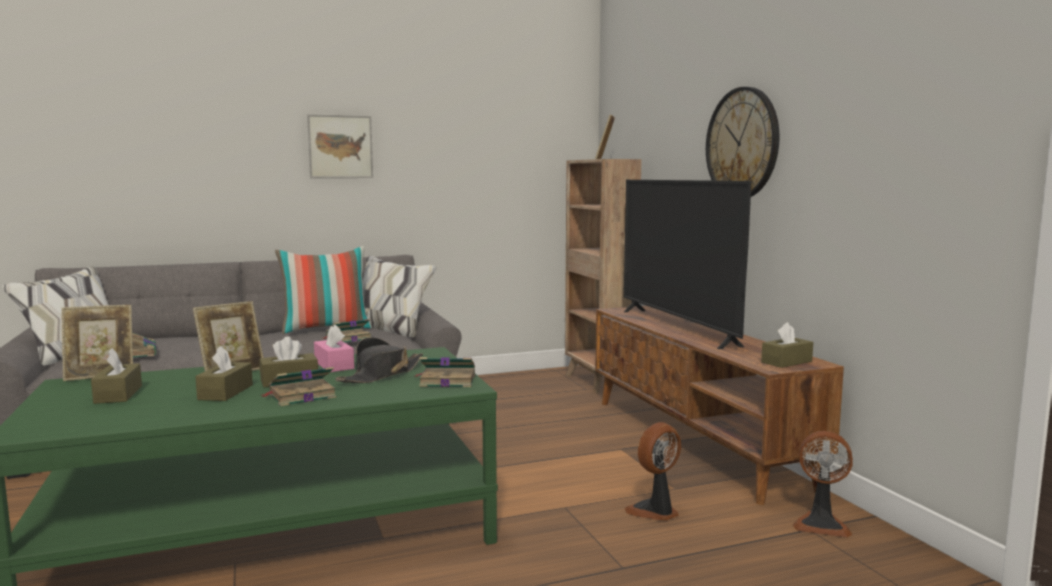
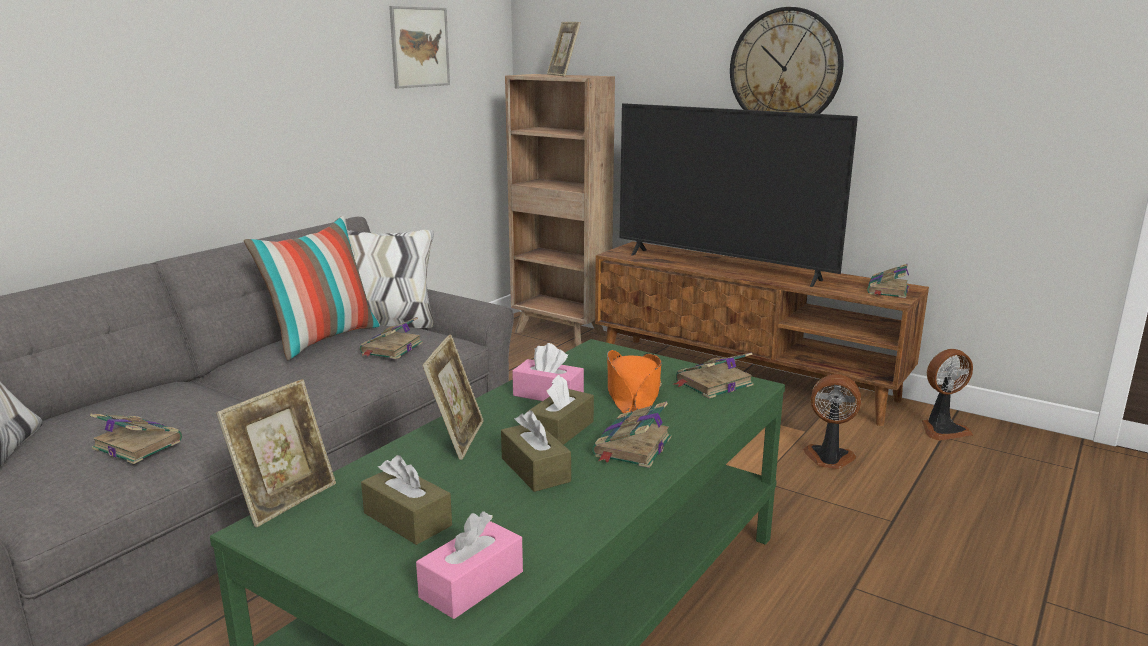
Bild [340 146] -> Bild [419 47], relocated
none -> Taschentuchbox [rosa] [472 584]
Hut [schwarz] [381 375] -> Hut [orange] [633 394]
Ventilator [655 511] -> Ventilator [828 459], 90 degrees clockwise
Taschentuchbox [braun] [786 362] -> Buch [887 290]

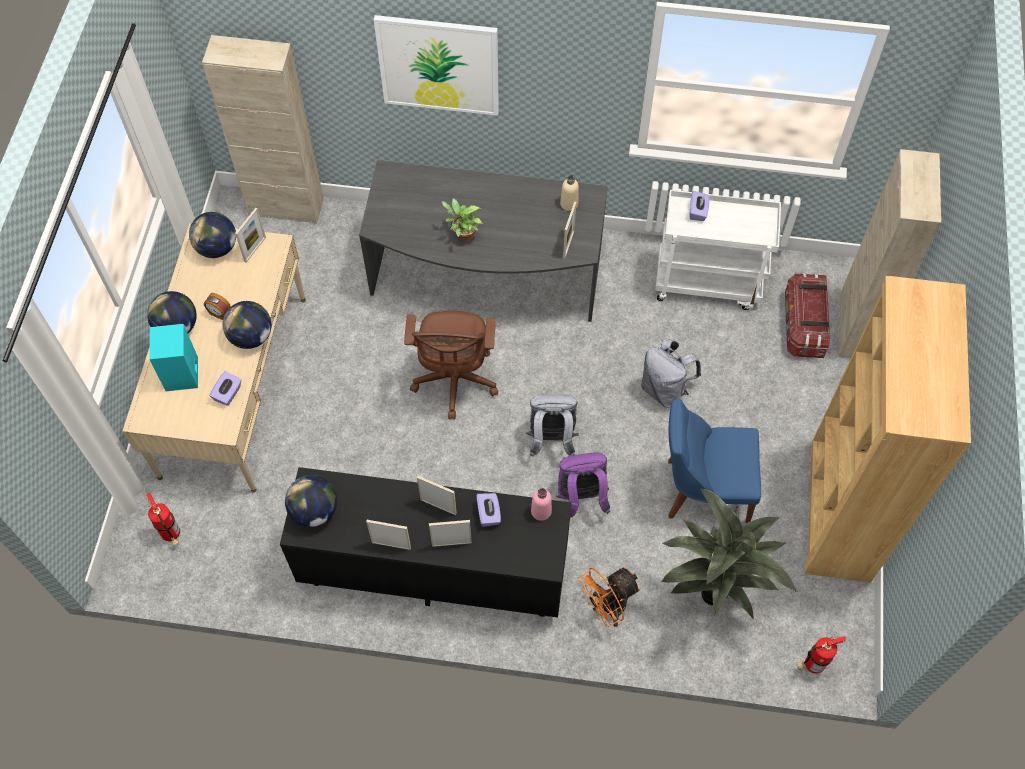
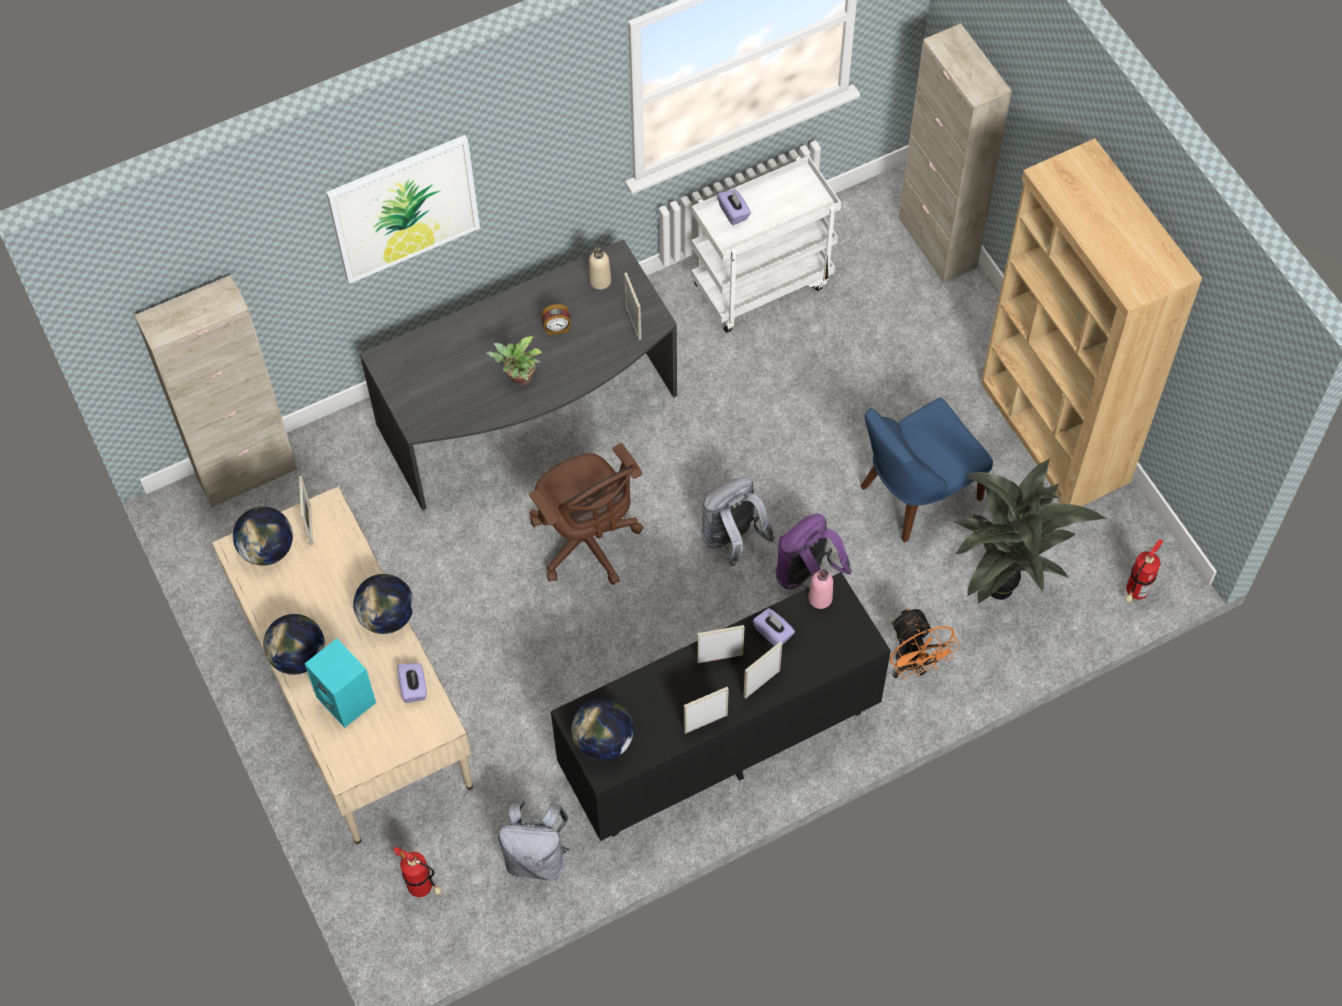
Rucksack [grau] [665 389] -> Rucksack [grau] [536 857], relocated
Wecker [220 313] -> Wecker [557 328], relocated
Ventilator [orange] [607 608] -> Ventilator [orange] [913 665], 45 degrees counterclockwise
Aufbewahrungsbox [803 325] -> none

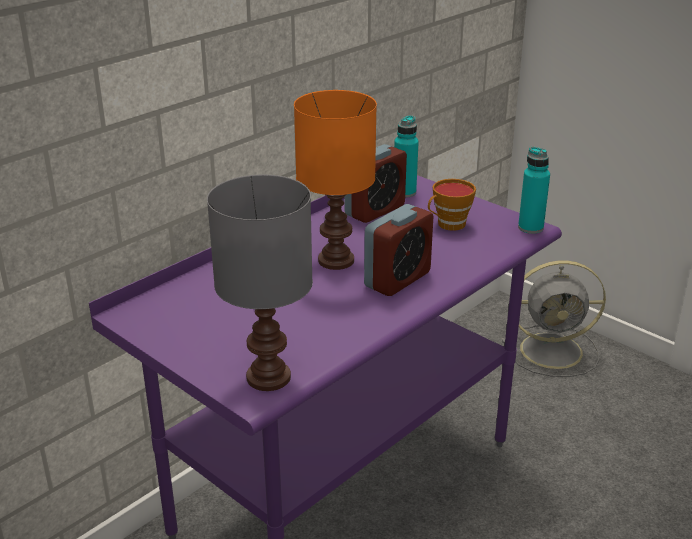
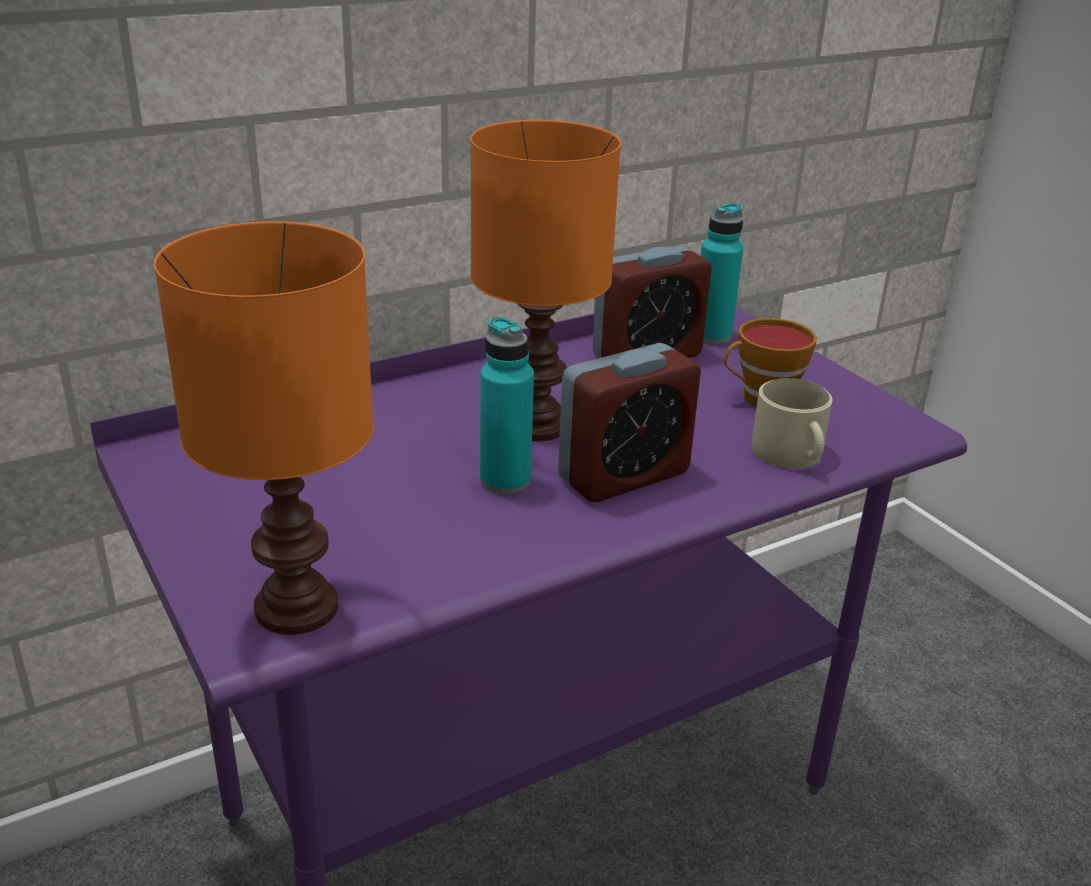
Tischlampe [grau] [270 377] -> Tischlampe [orange] [299 609]
Flasche [türkis] [530 228] -> Flasche [türkis] [505 480], relocated
none -> Henkelbecher [beige] [791 455]
Ventilator [grau] [554 351] -> none

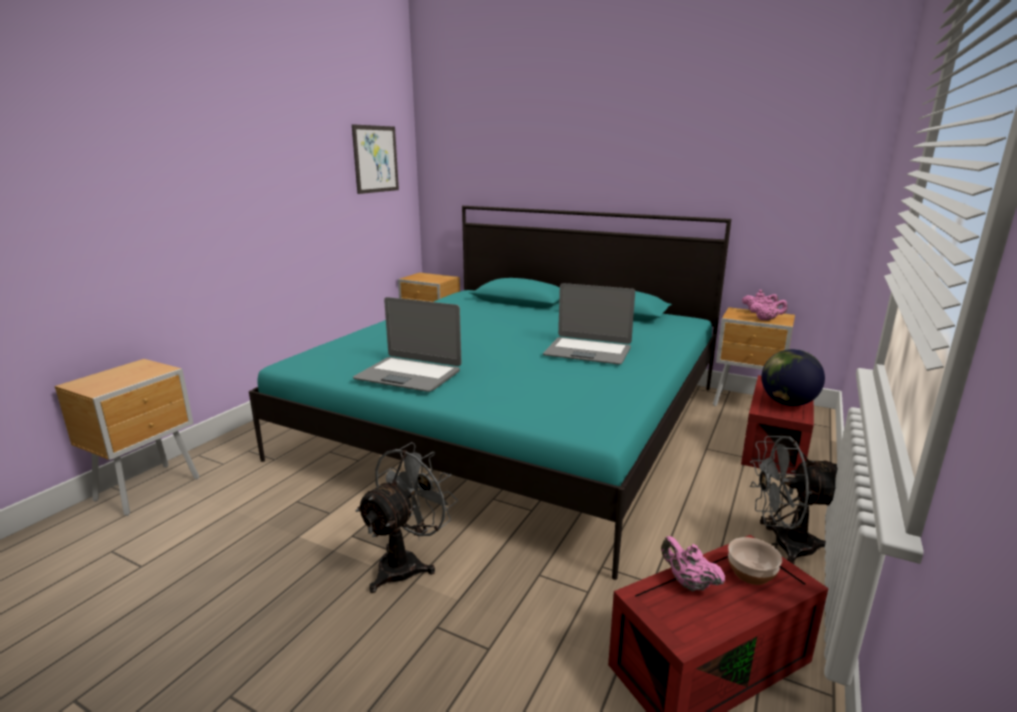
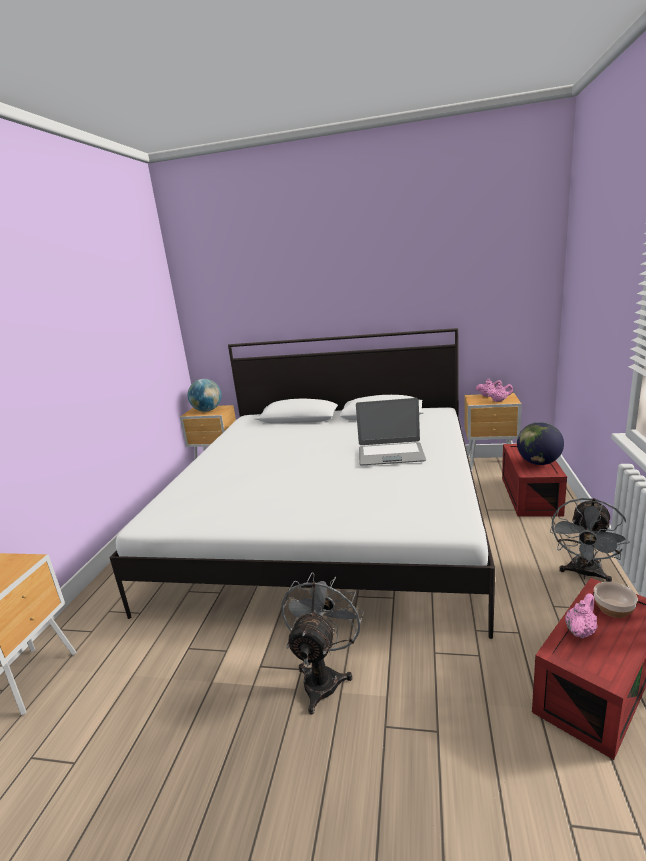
Bett [türkis] [514 420] -> Bett [weiß] [330 521]
none -> Globus [207 410]
Ventilator [grau] [783 545] -> Ventilator [grau] [585 574], 45 degrees counterclockwise
Teekanne [rosa] [688 583] -> Teekanne [rosa] [580 631], 105 degrees clockwise
Bild [376 159] -> none
Laptop [409 375] -> none

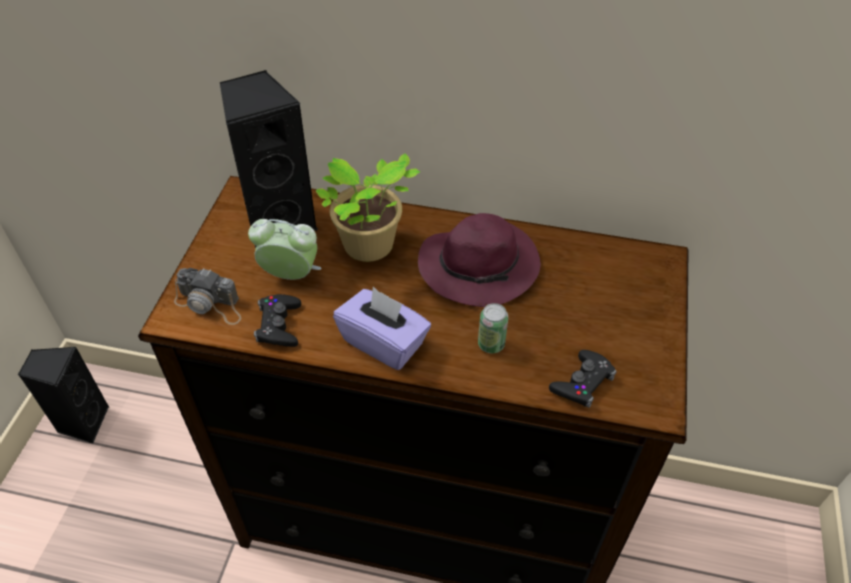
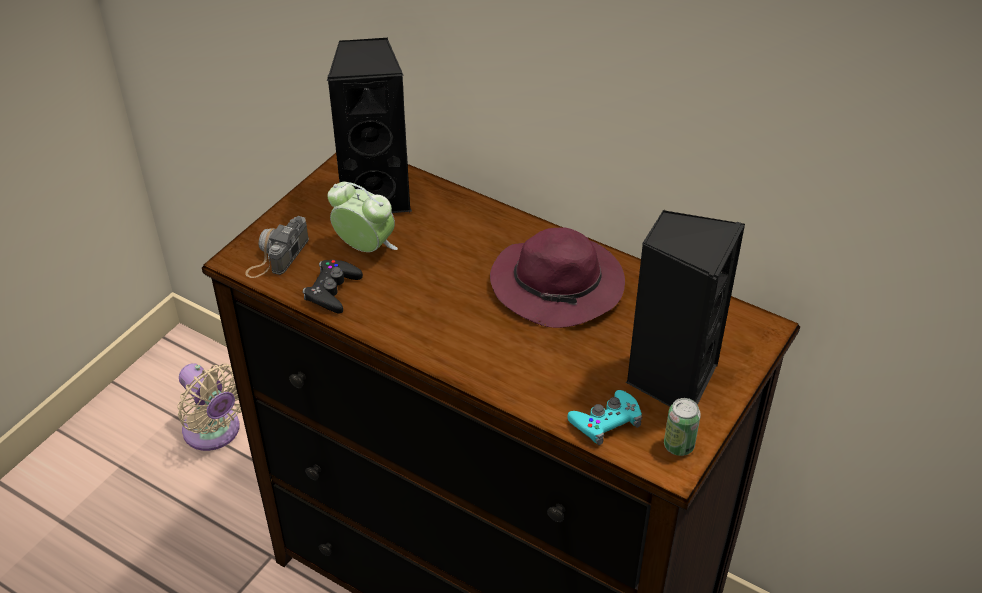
none -> Ventilator [beige] [214 432]
Kamera [210 304] -> Kamera [278 255], 75 degrees clockwise
Gamepad [schwarz] [582 382] -> Gamepad [türkis] [606 421]
Lautsprecher [schwarz] [83 422] -> Lautsprecher [schwarz] [671 378], relocated
Dose [491 344] -> Dose [678 445], relocated
Topfpflanze [369 247] -> none
Taschentuchbox [lila] [384 342] -> none

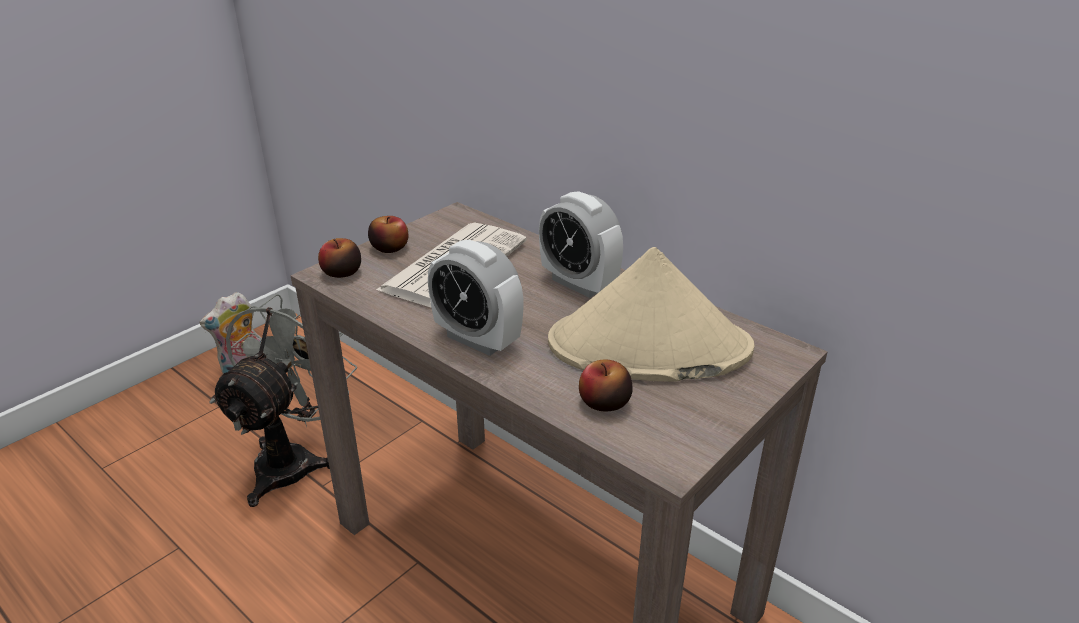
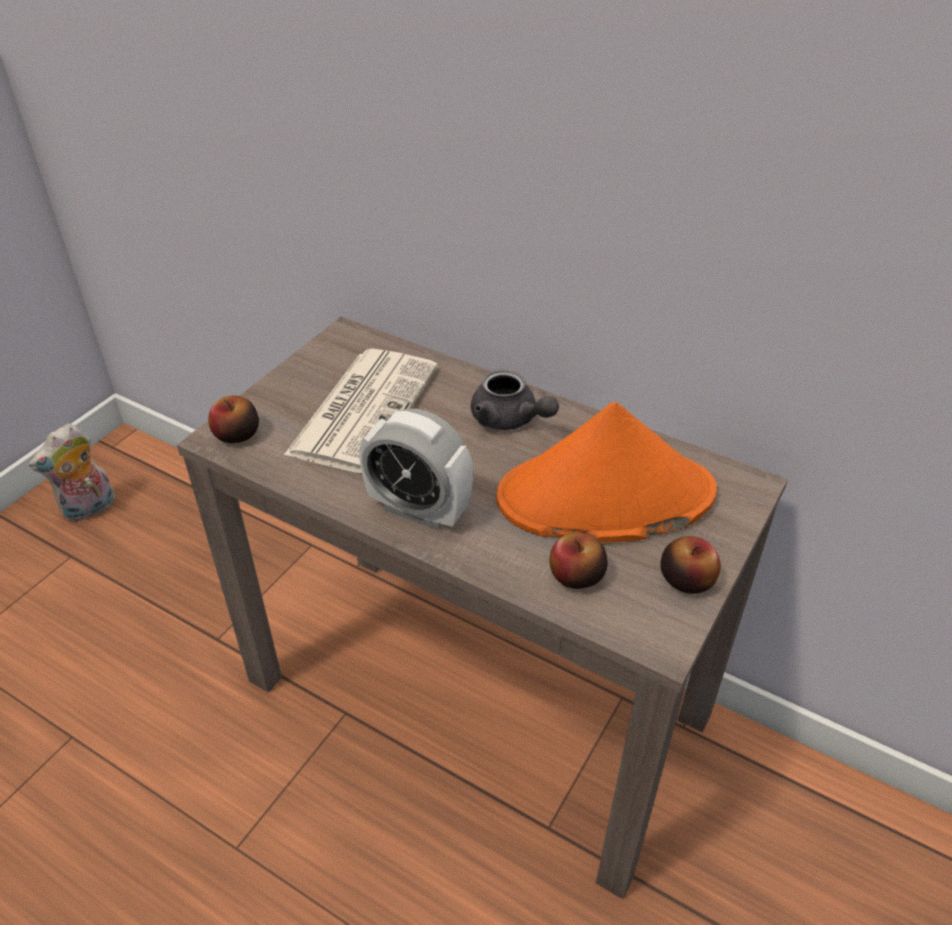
Wecker [578 284] -> Teekanne [grau] [509 420]
Hut [beige] [648 347] -> Hut [orange] [604 497]
Apfel [389 248] -> Apfel [686 579], relocated
Ventilator [grau] [294 460] -> none

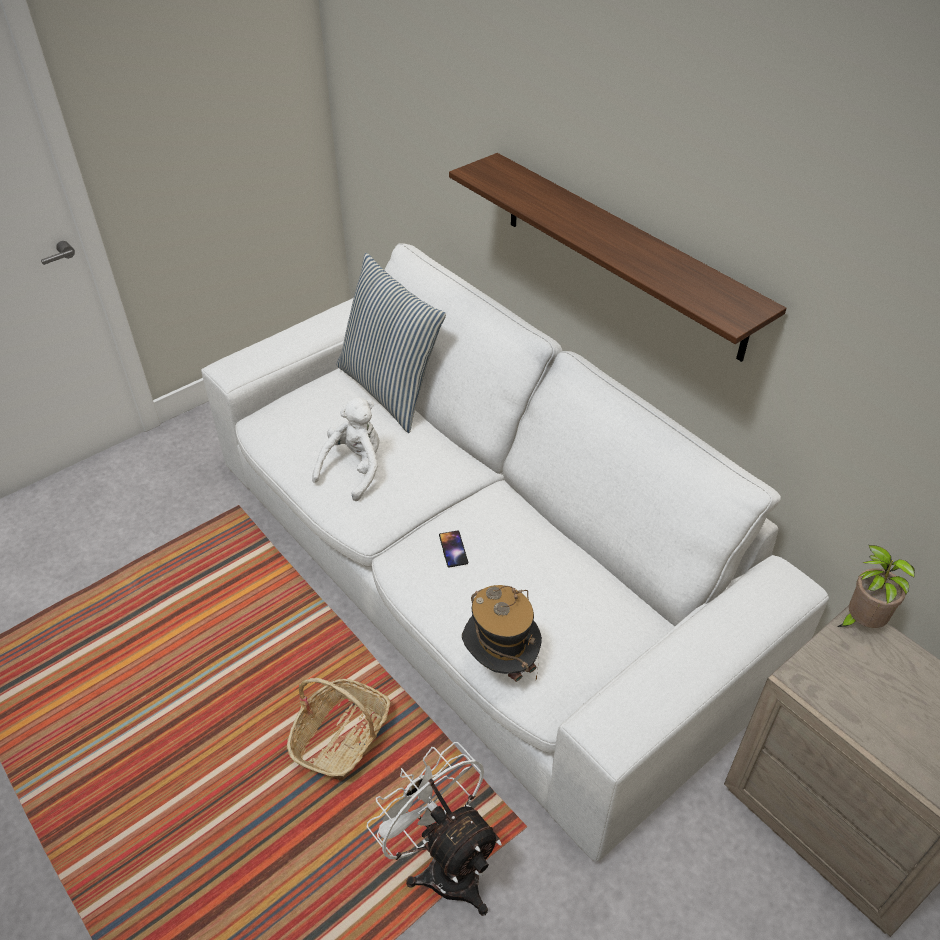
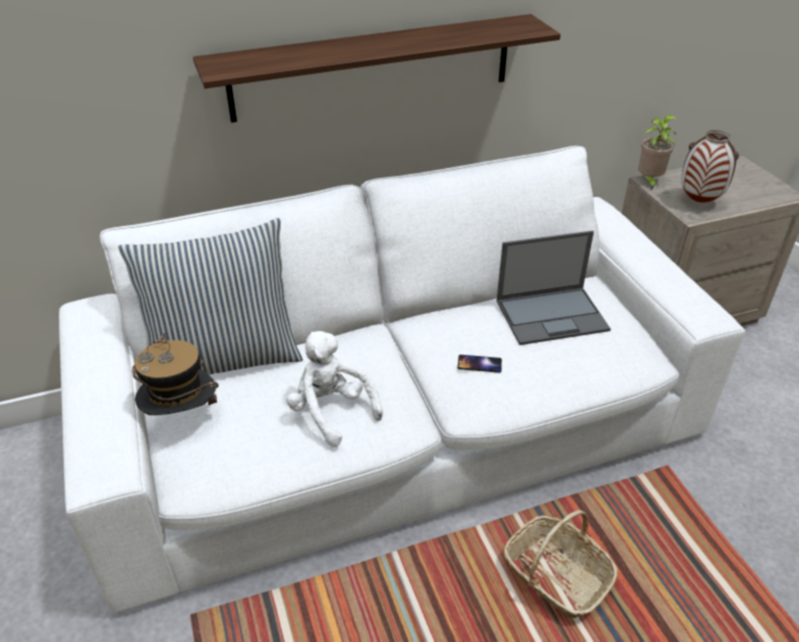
Hut [500 663] -> Hut [183 418], relocated
none -> Laptop [552 315]
none -> Vase [699 202]
Ventilator [weiß] [444 863] -> none

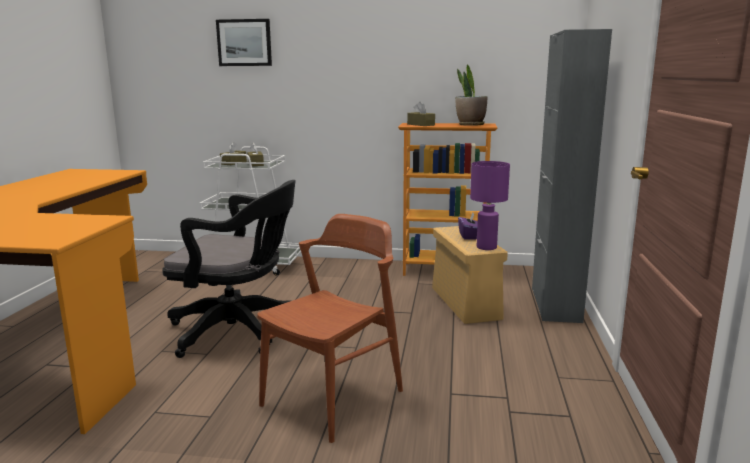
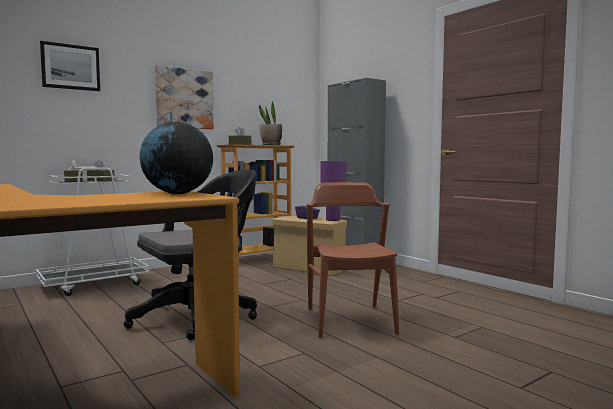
none -> Globus [177 193]
none -> Bild [184 99]

